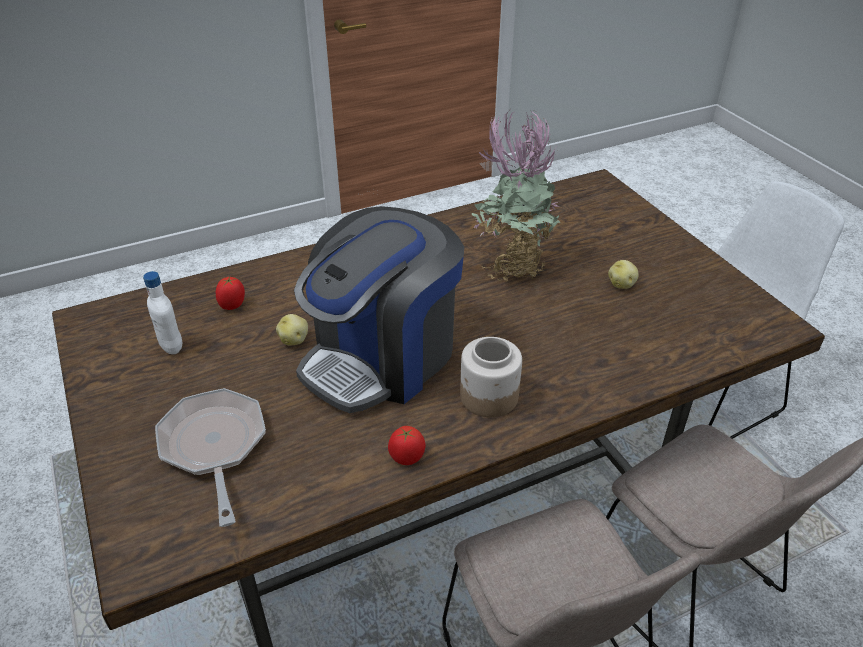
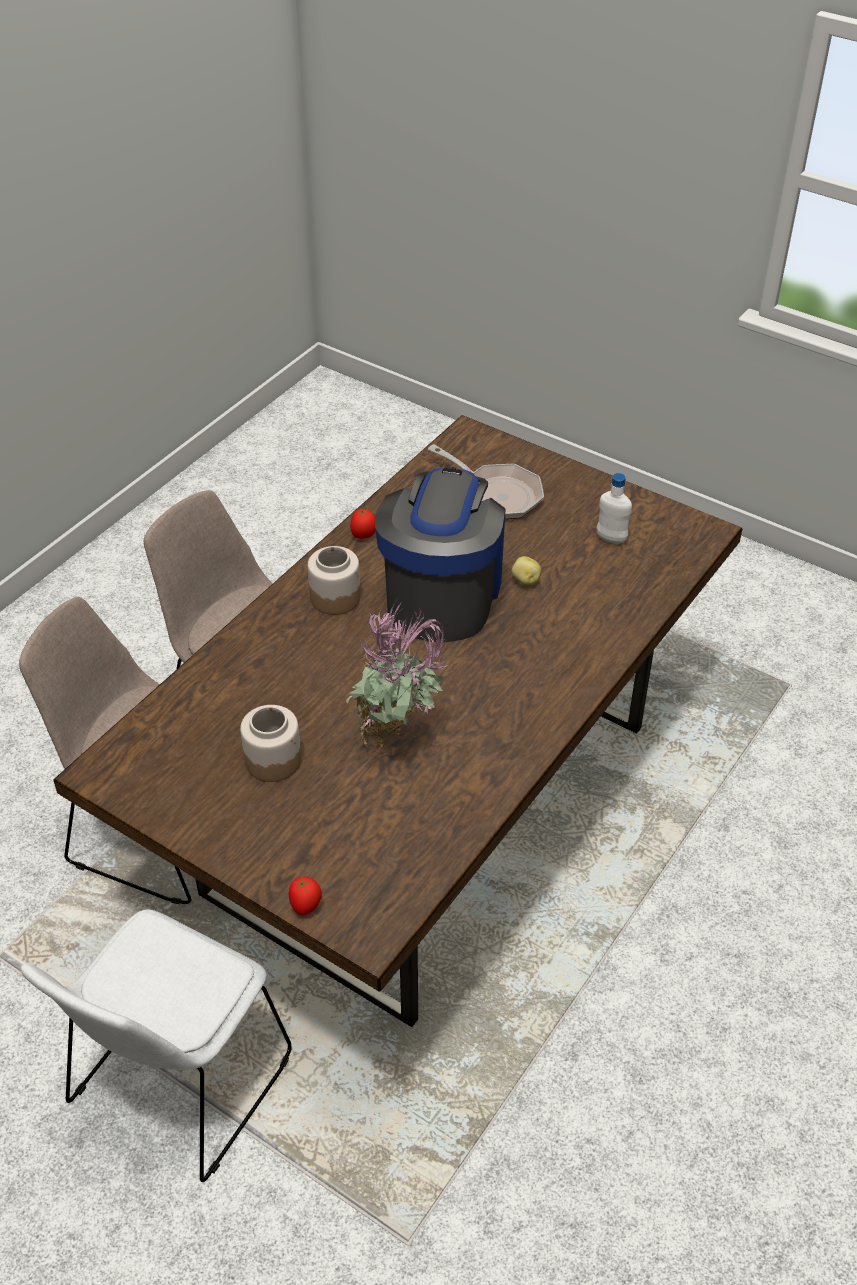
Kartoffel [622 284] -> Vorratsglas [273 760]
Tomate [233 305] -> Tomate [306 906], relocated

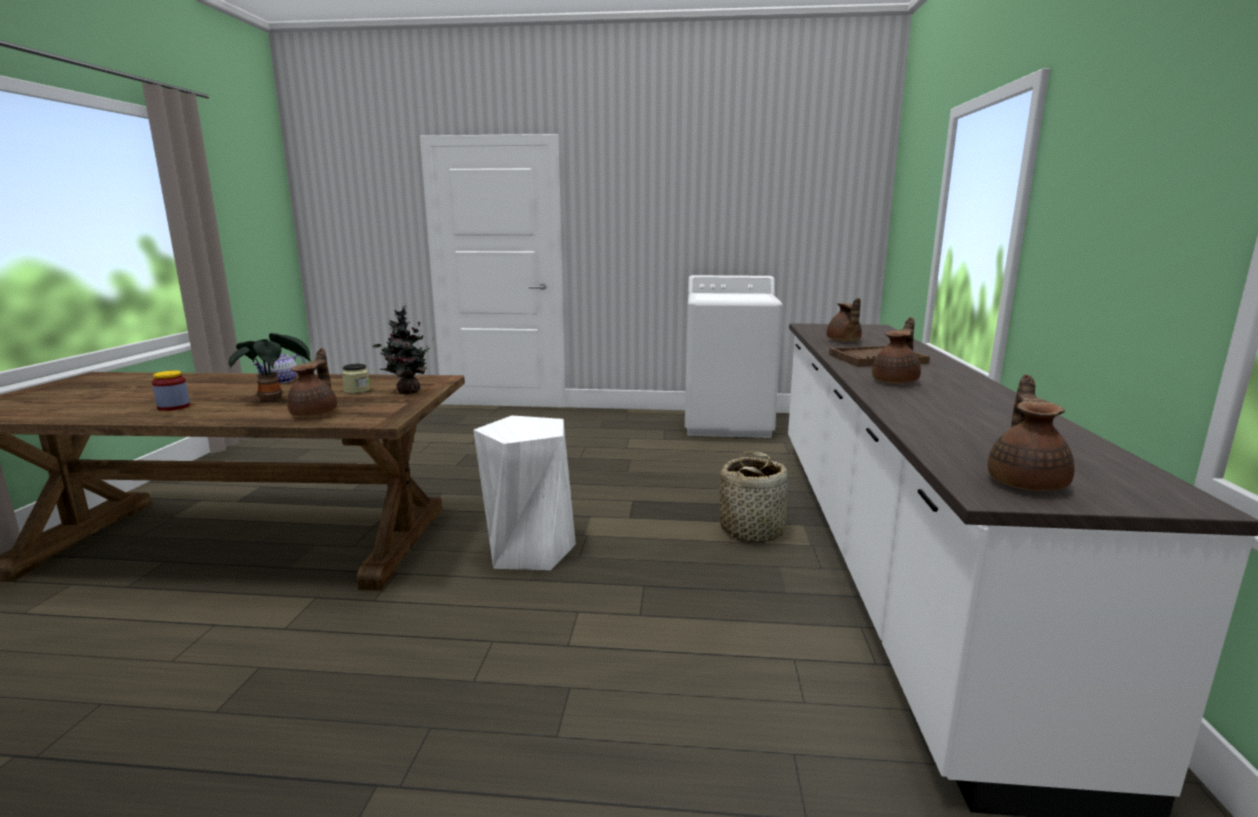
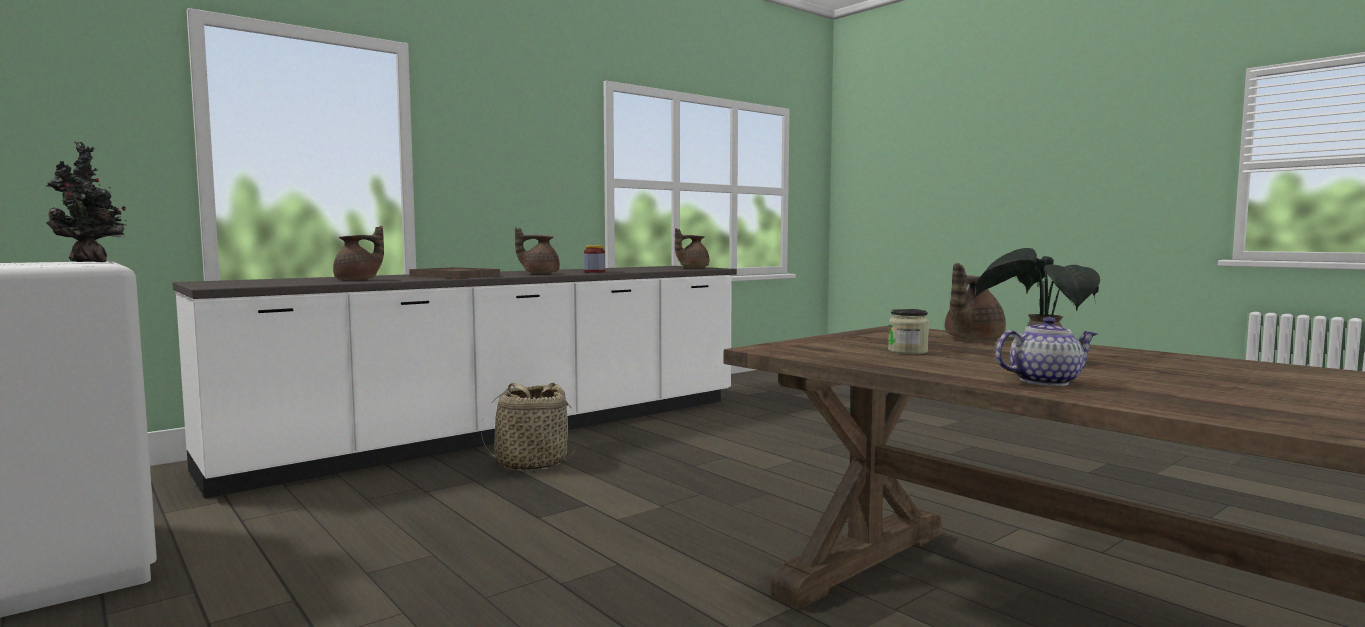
Topfpflanze [406 392] -> Topfpflanze [91 262], relocated
Vorratsglas [173 407] -> Vorratsglas [594 272], relocated
Hocker [weiß] [529 550] -> none

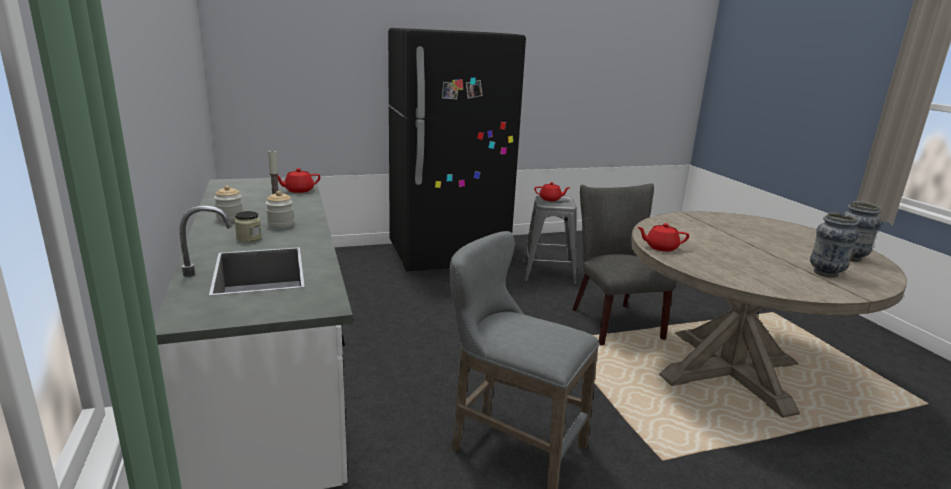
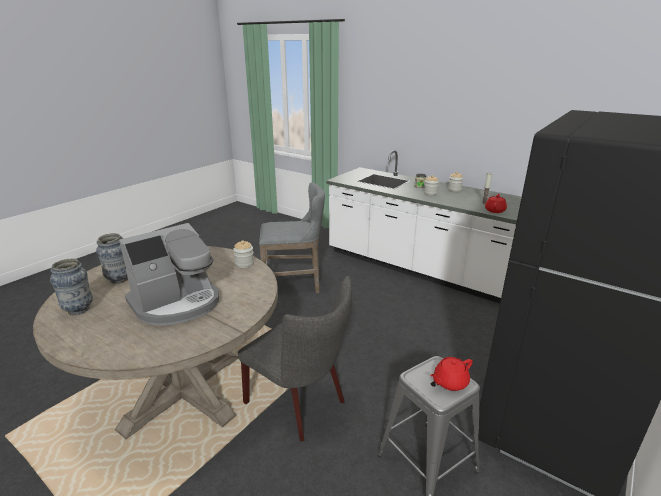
none -> Kaffeemaschine [177 303]
Teekanne [rot] [660 247] -> Vorratsglas [244 264]

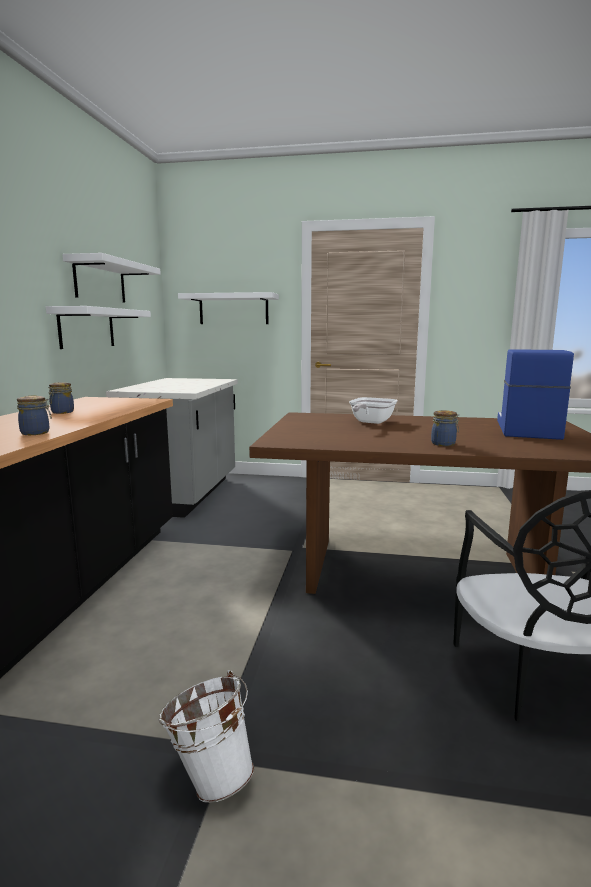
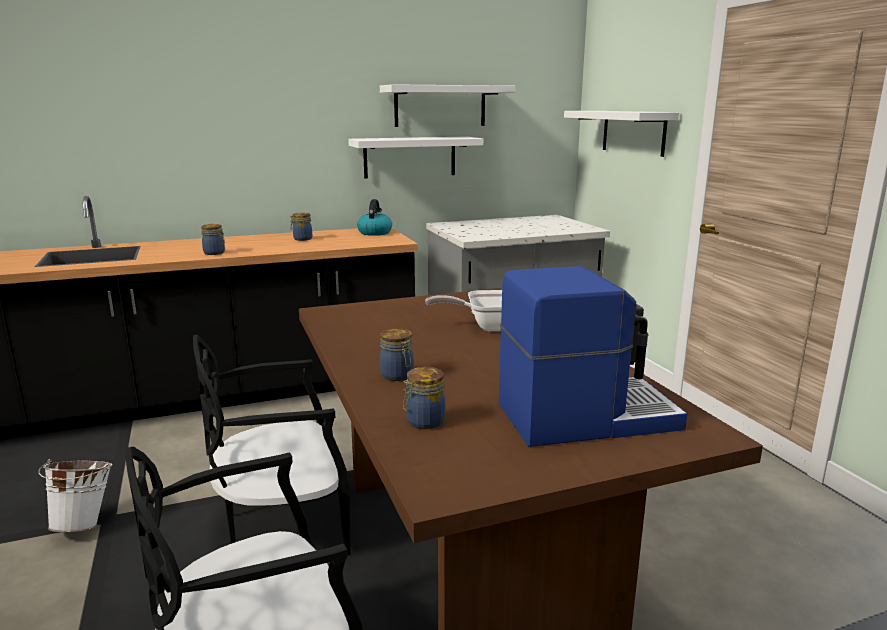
none -> Stuhl [schwarz] [283 527]
none -> Wasserkessel [375 232]
none -> Vorratsglas [424 422]

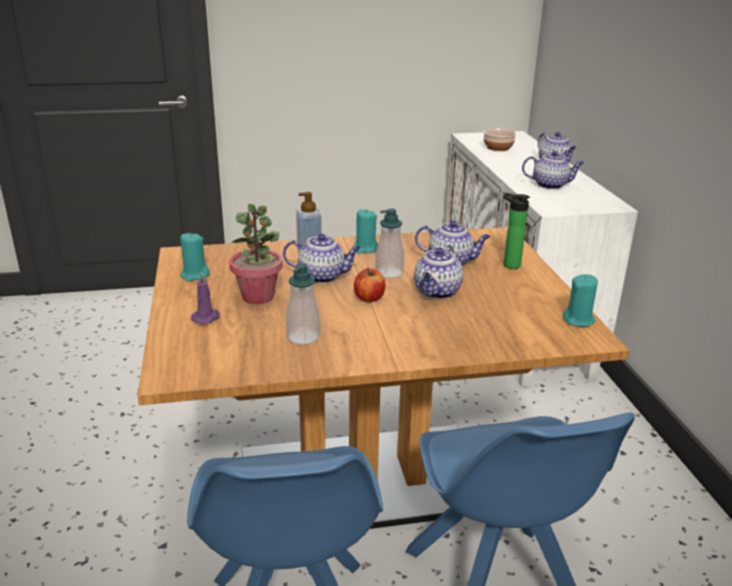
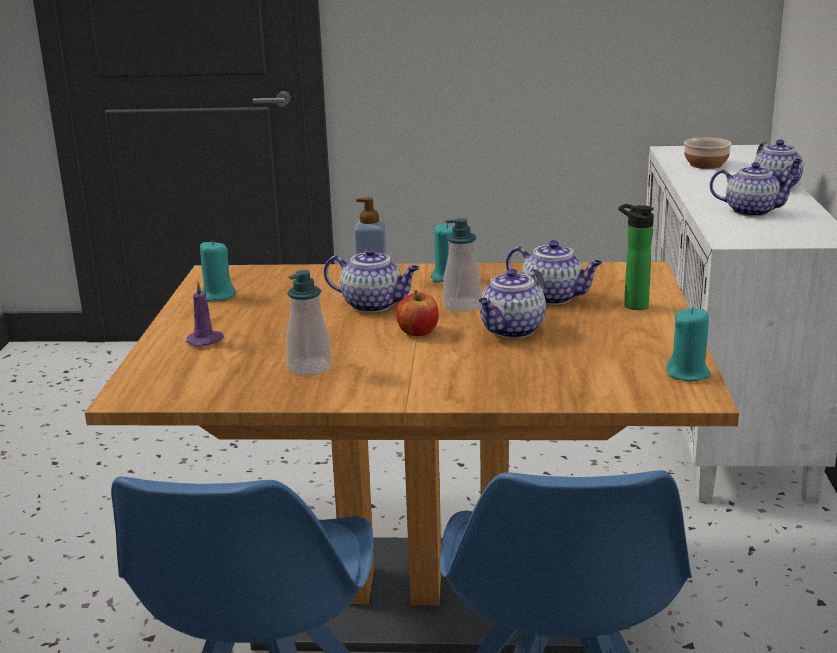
Topfpflanze [258 297] -> none

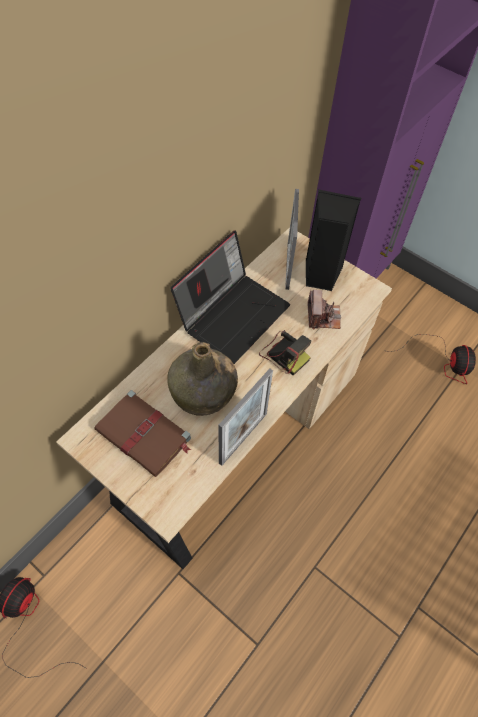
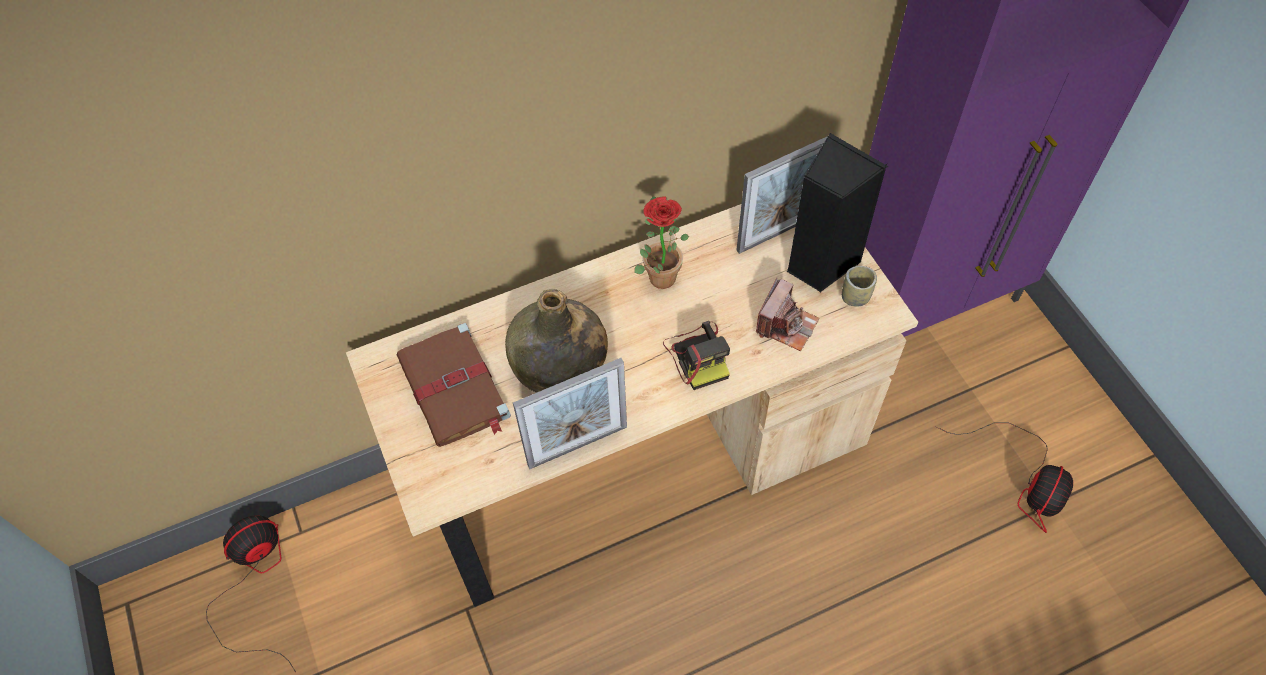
Laptop [233 314] -> Topfpflanze [659 273]
Bilderrahmen [288 266] -> Bilderrahmen [777 233], 150 degrees counterclockwise
none -> Tasse [855 297]

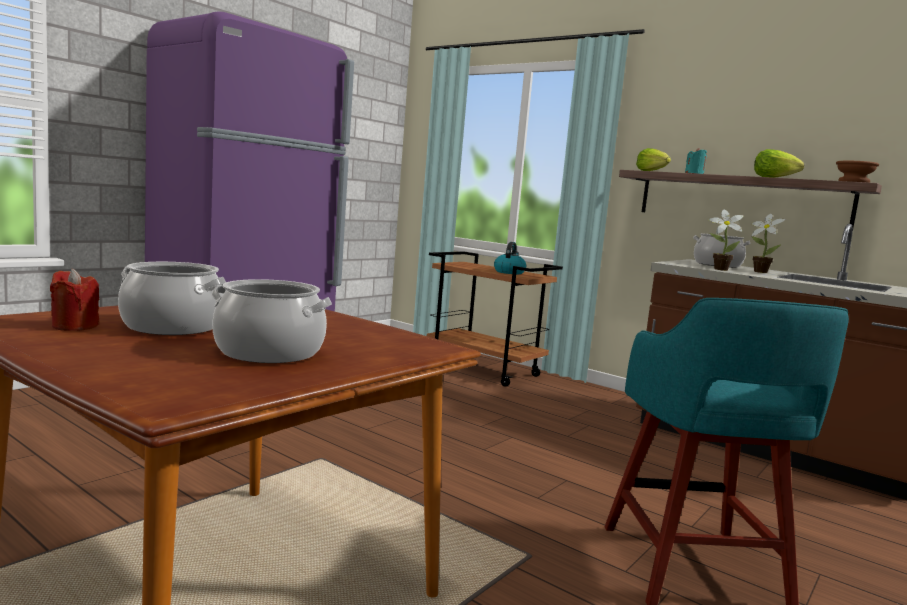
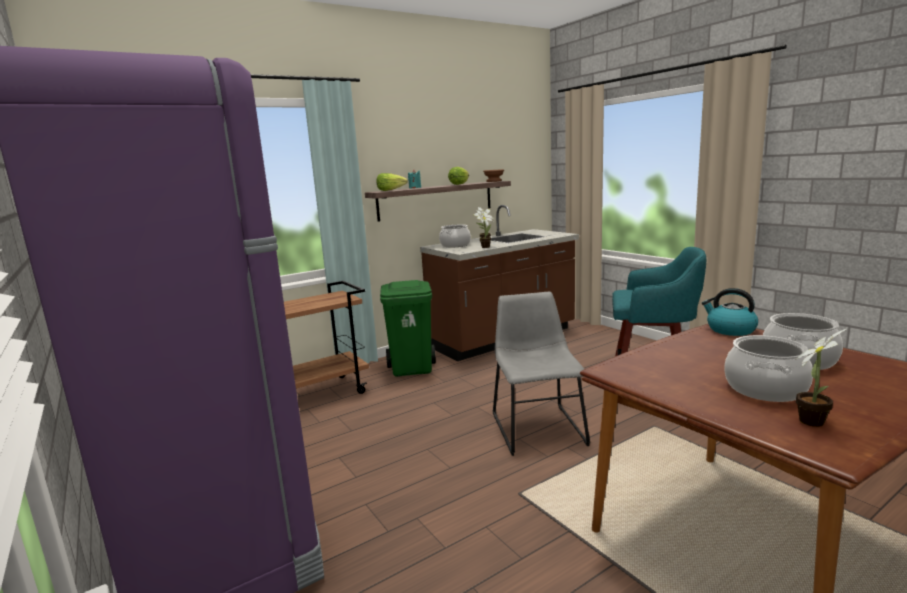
none -> Mülleimer [grün] [412 369]
none -> Stuhl [grau] [537 427]
Wasserkessel [509 272] -> Wasserkessel [730 330], relocated
Kerze [rot] [74 326] -> Topfpflanze [812 420]

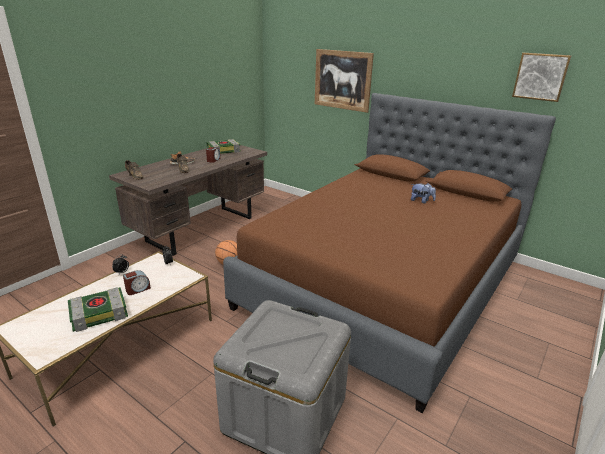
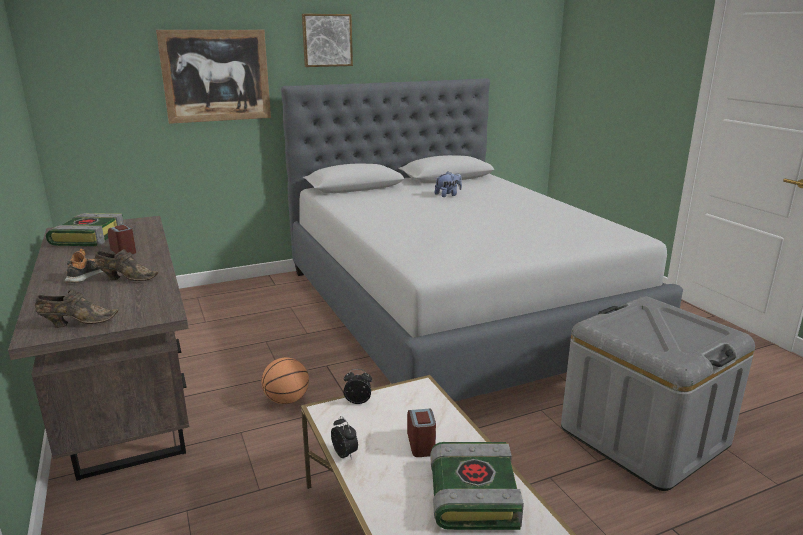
Bett [braun] [384 284] -> Bett [grau] [454 310]
Bild [540 76] -> Bild [327 40], relocated

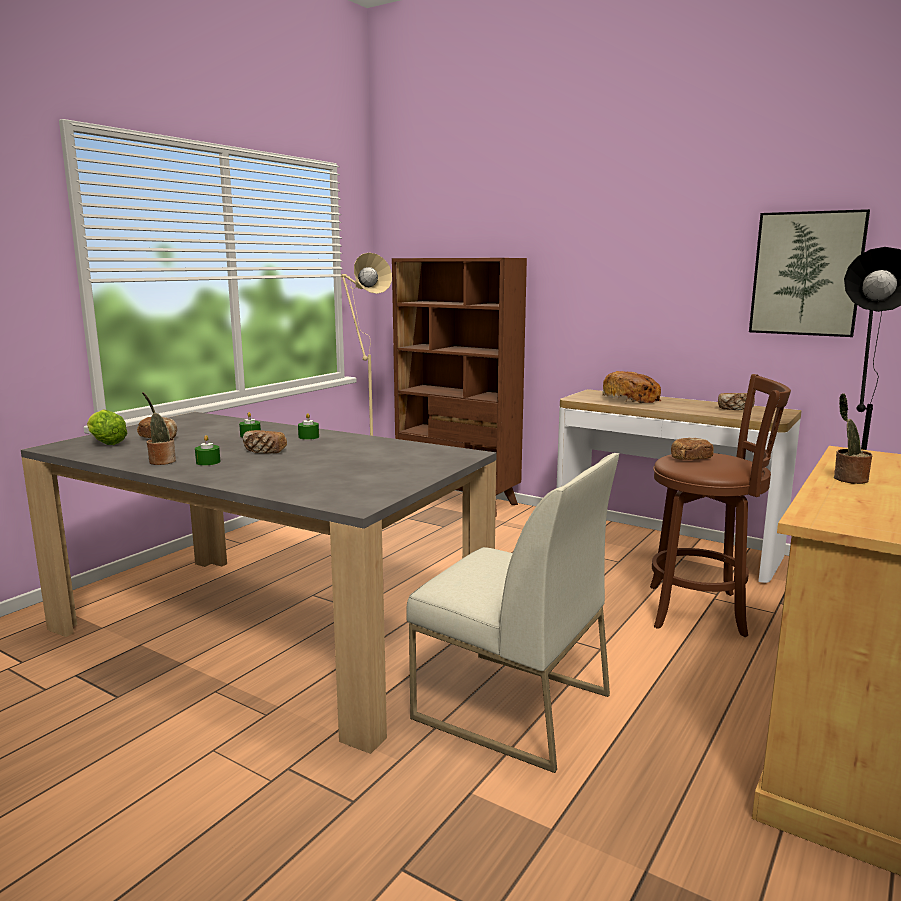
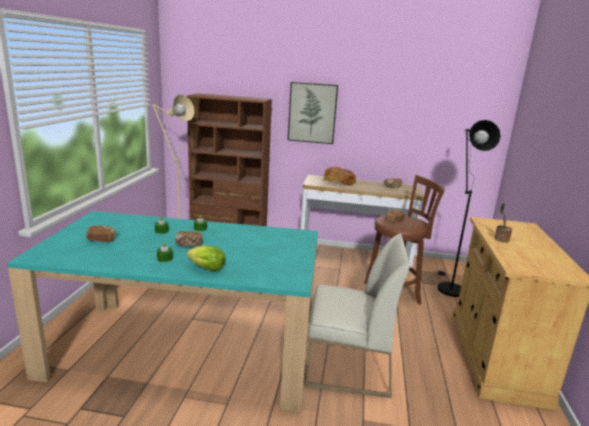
Esstisch [grau] [268 632] -> Esstisch [türkis] [185 350]
Salatkopf [105 443] -> Salatkopf [205 268], relocated
Bild [807 274] -> Bild [312 113], relocated
Topfpflanze [161 461] -> none

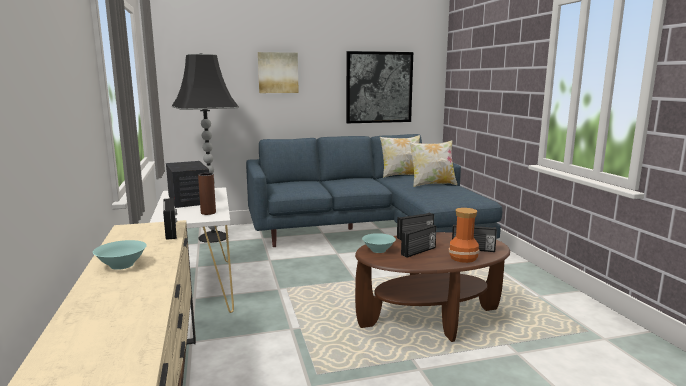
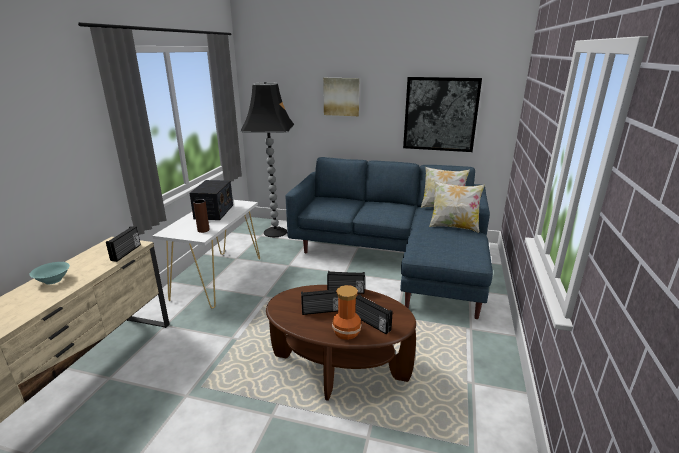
Schüssel [türkis] [379 250] -> none

